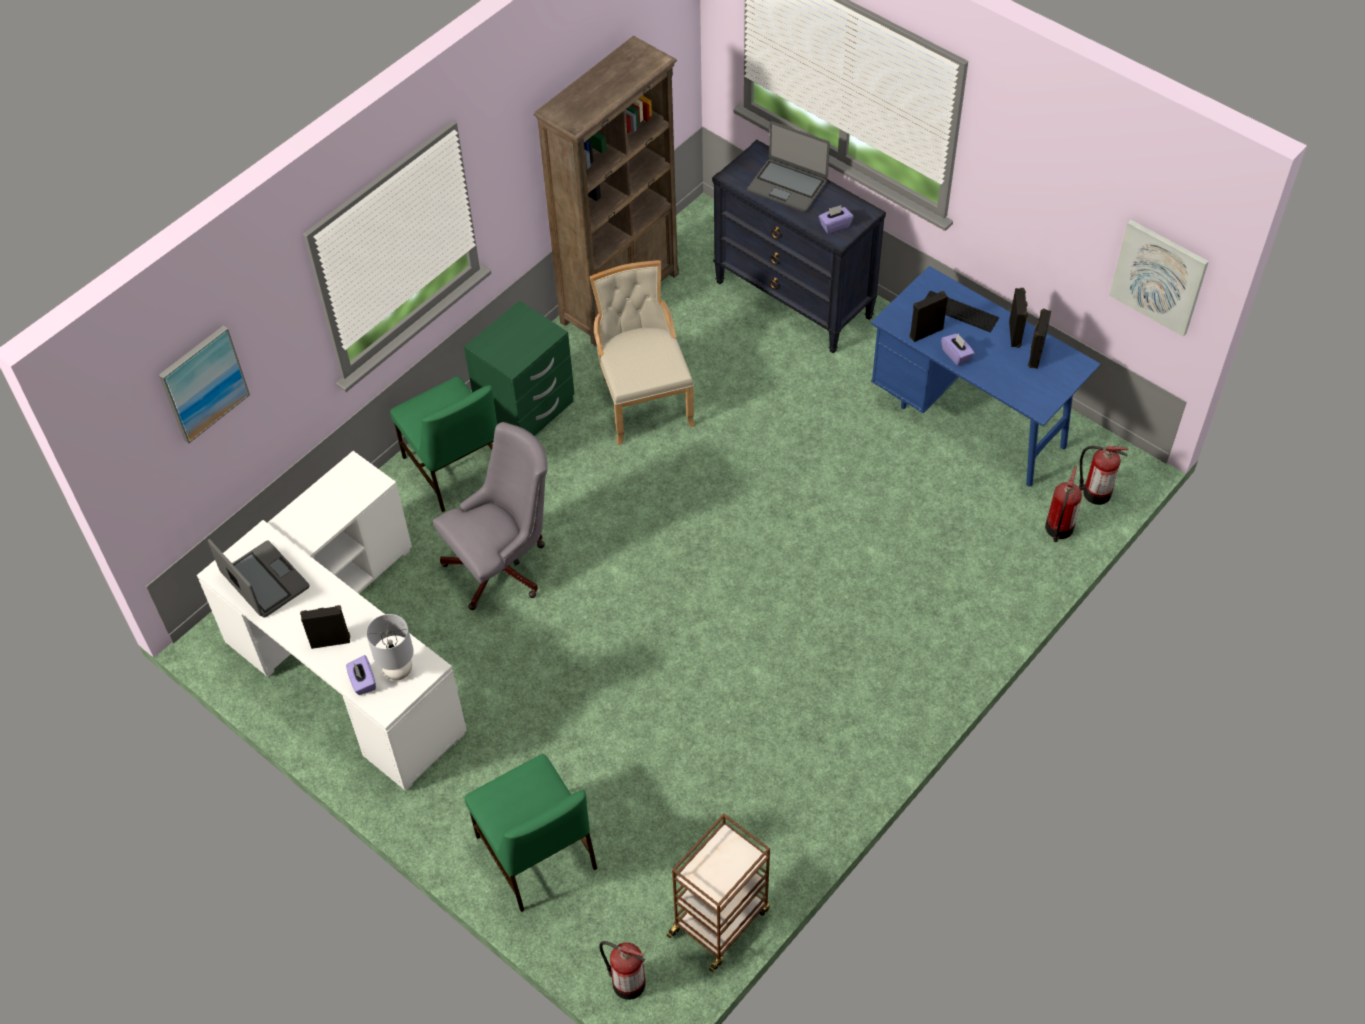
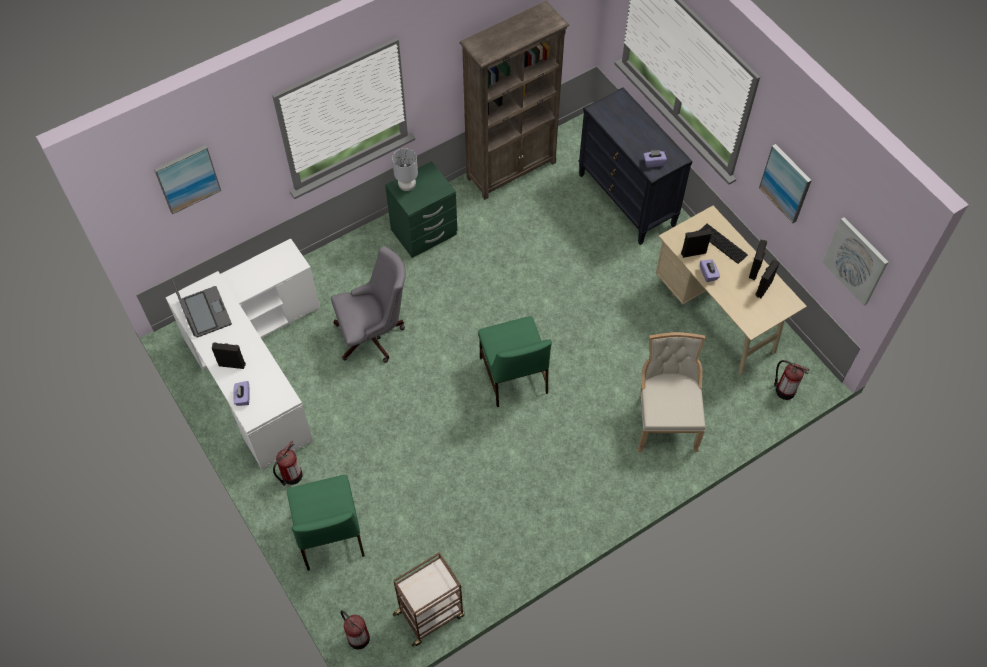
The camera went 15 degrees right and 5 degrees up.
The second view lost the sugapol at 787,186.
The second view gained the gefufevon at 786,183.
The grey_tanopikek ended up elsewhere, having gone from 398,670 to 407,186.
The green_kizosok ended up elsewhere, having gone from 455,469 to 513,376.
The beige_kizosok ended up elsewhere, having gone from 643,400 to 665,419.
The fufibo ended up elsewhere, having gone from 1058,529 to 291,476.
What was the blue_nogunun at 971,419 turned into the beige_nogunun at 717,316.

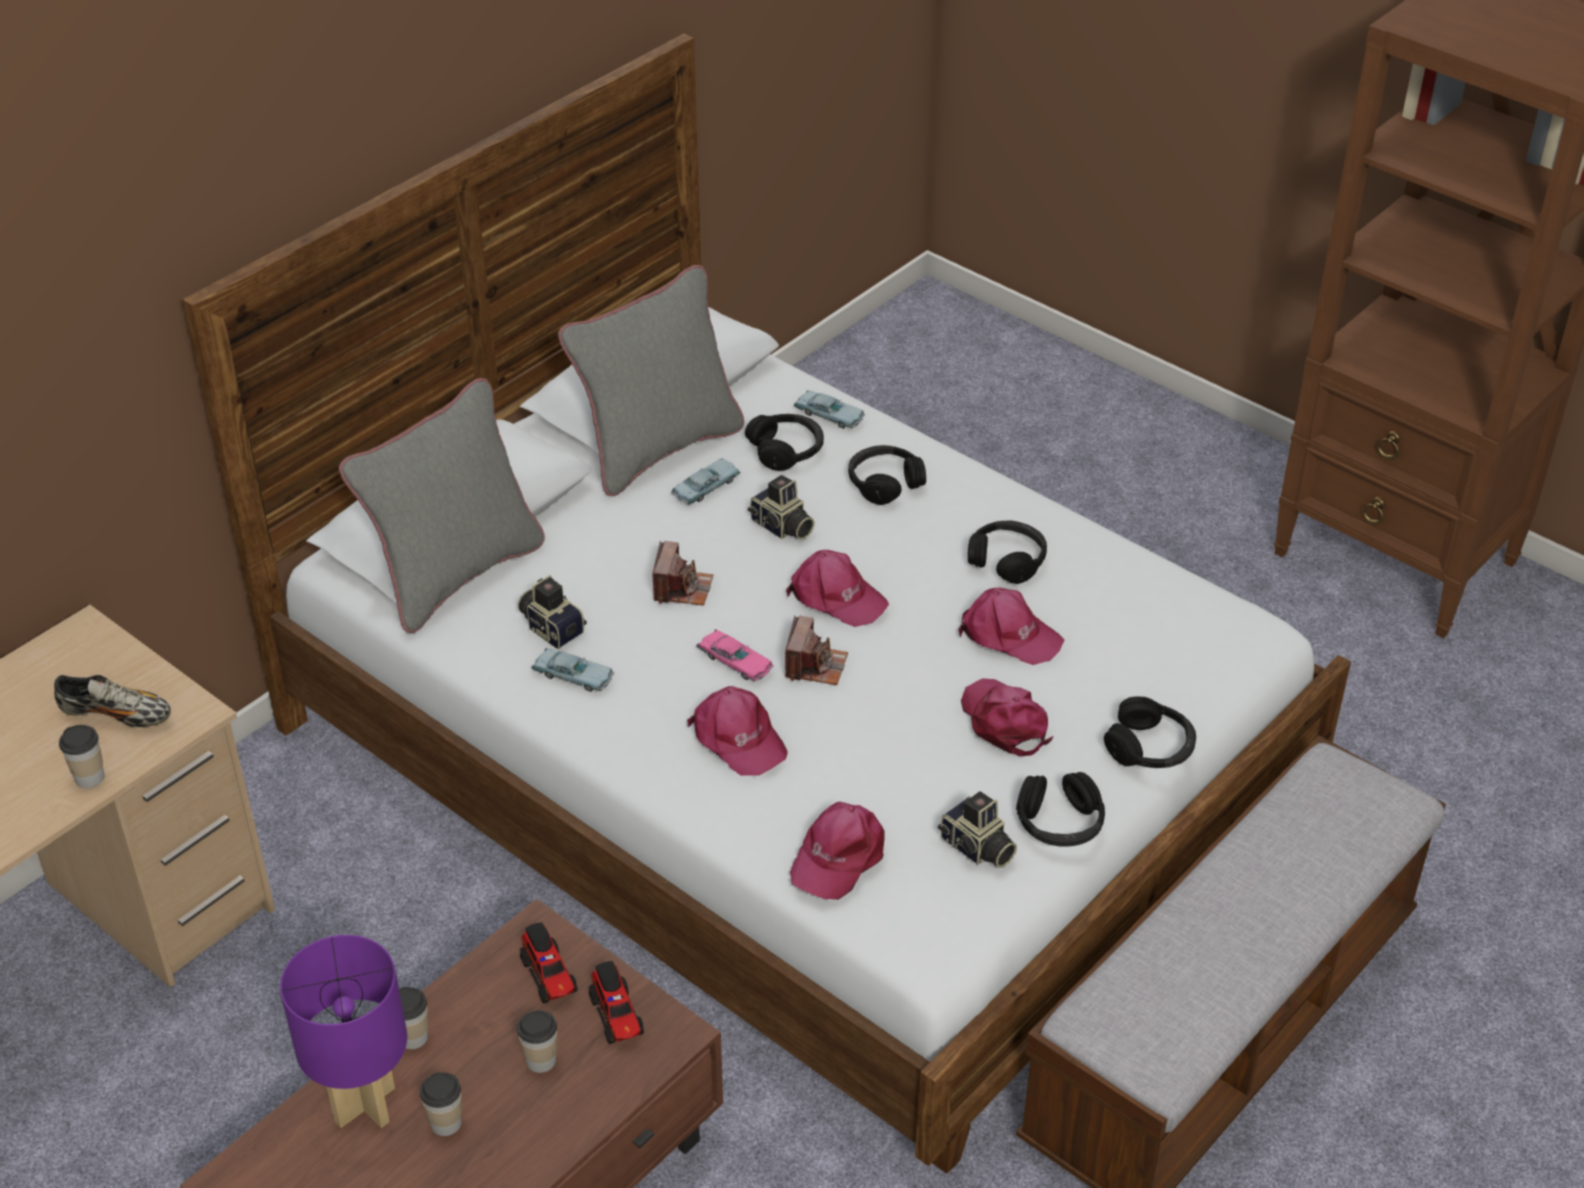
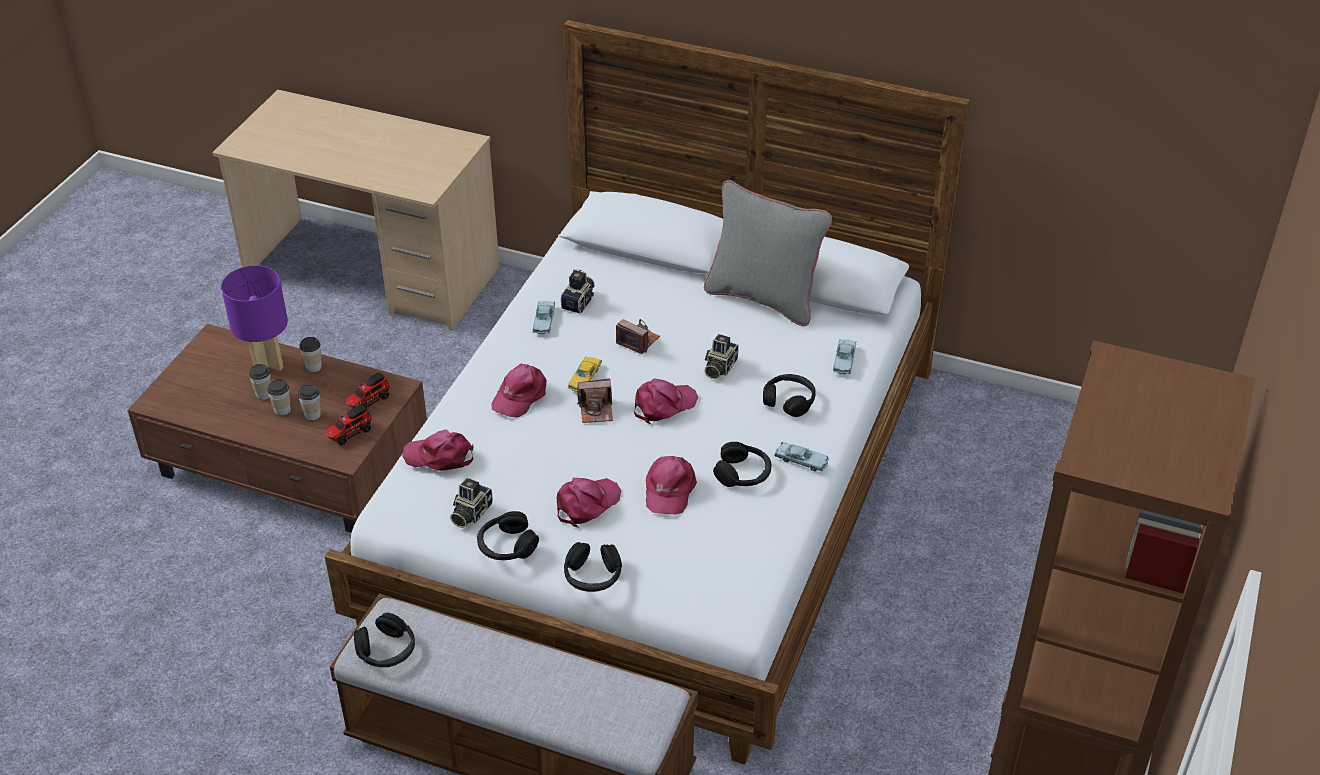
The camera went 70 degrees right and 0 degrees up.
The second view lost the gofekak at 116,715.
The second view lost the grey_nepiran at 456,575.
The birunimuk ended up elsewhere, having gone from 90,777 to 282,410.
The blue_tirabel ended up elsewhere, having gone from 706,487 to 801,460.
The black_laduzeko ended up elsewhere, having gone from 786,450 to 386,650.
What was the pink_tirabel at 734,661 turned into the yellow_tirabel at 584,378.
The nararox at 682,588 ended up facing another way, 135 degrees counterclockwise from before.
The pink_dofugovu at 836,597 ended up facing another way, 135 degrees counterclockwise from before.

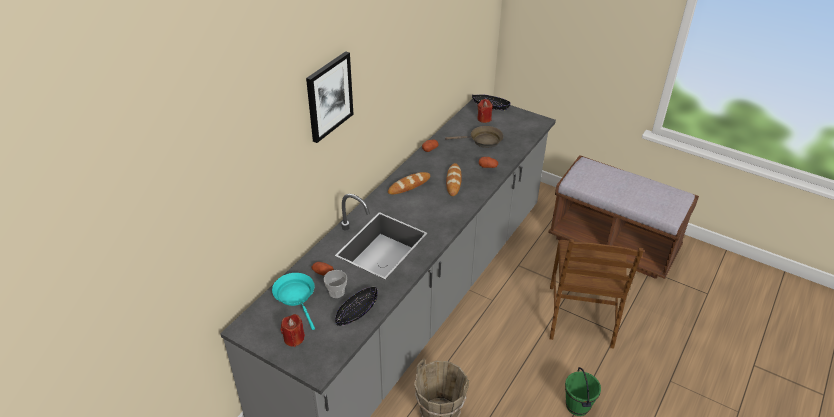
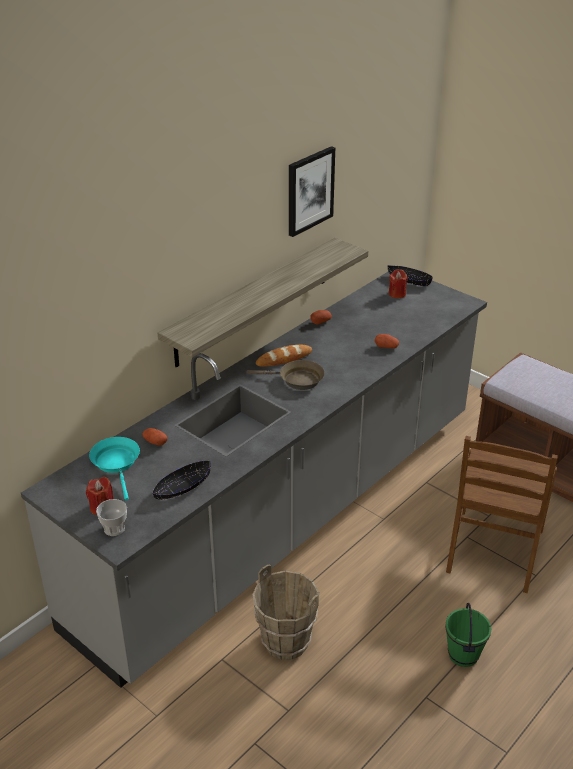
The camera went 10 degrees right and 5 degrees down.
The second view lost the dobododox at 453,181.
The second view gained the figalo at 254,301.
The gefufevon ended up elsewhere, having gone from 329,96 to 309,191.
The birunimuk ended up elsewhere, having gone from 336,292 to 114,529.
The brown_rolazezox ended up elsewhere, having gone from 483,141 to 297,380.

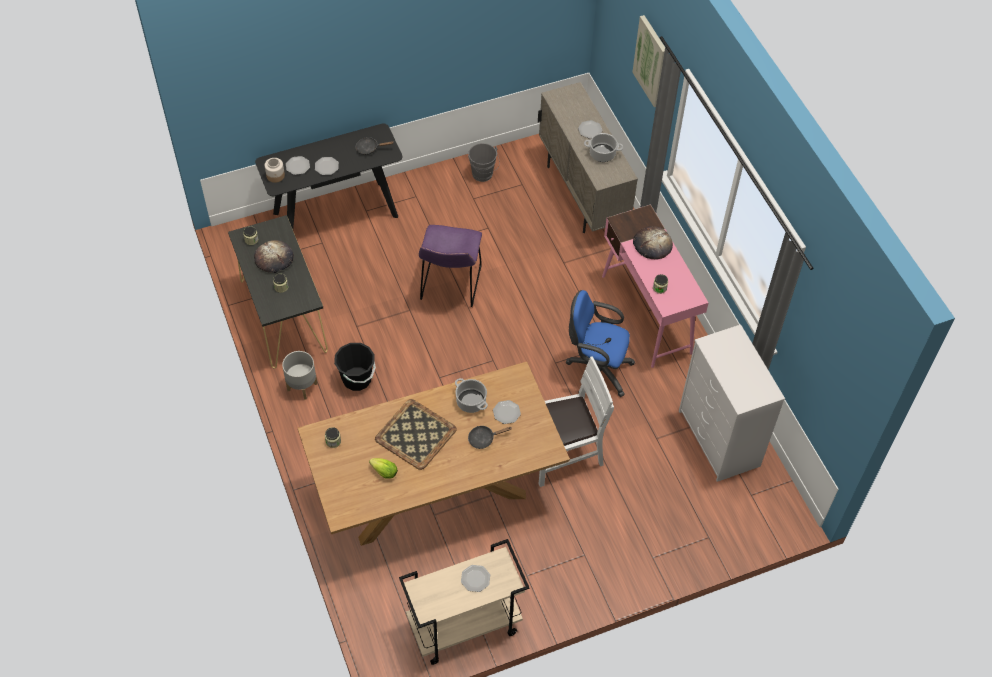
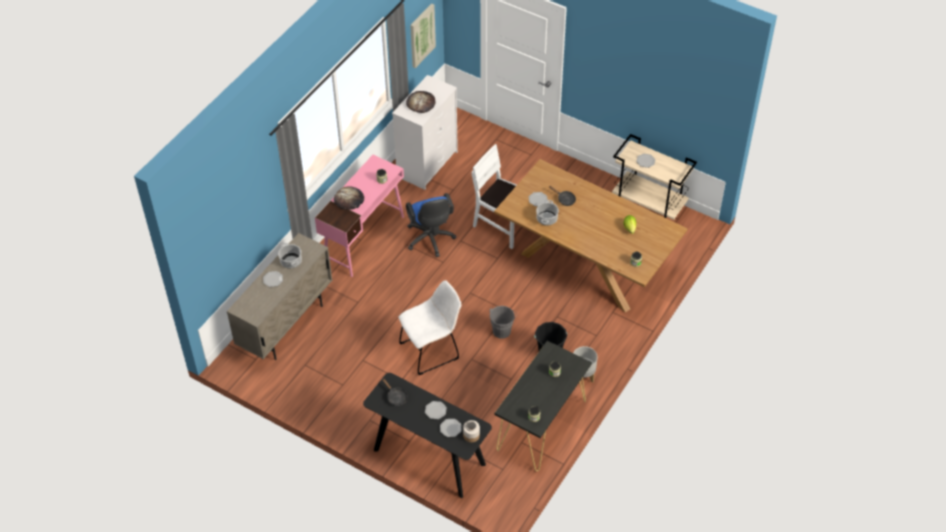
The camera went 125 degrees left and 5 degrees down.
The second view lost the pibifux at 415,433.
The dobododox ended up elsewhere, having gone from 274,258 to 421,103.
The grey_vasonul ended up elsewhere, having gone from 483,175 to 502,330.
The gefufevon ended up elsewhere, having gone from 651,61 to 421,35.
What was the purple_kizosok at 450,286 turned into the white_kizosok at 432,350.

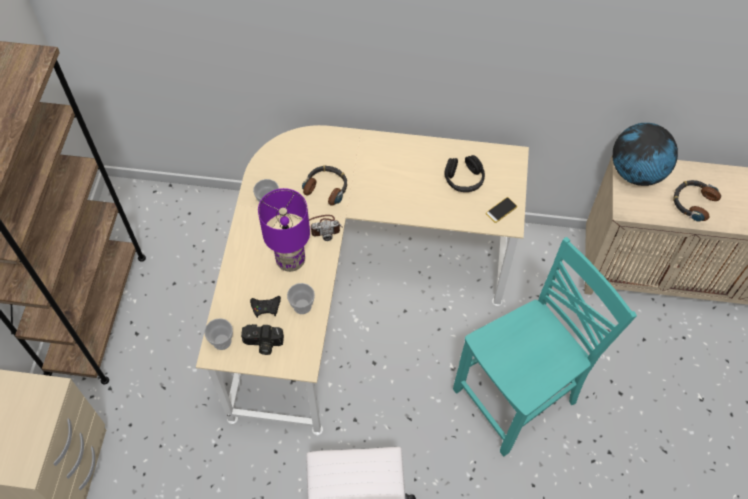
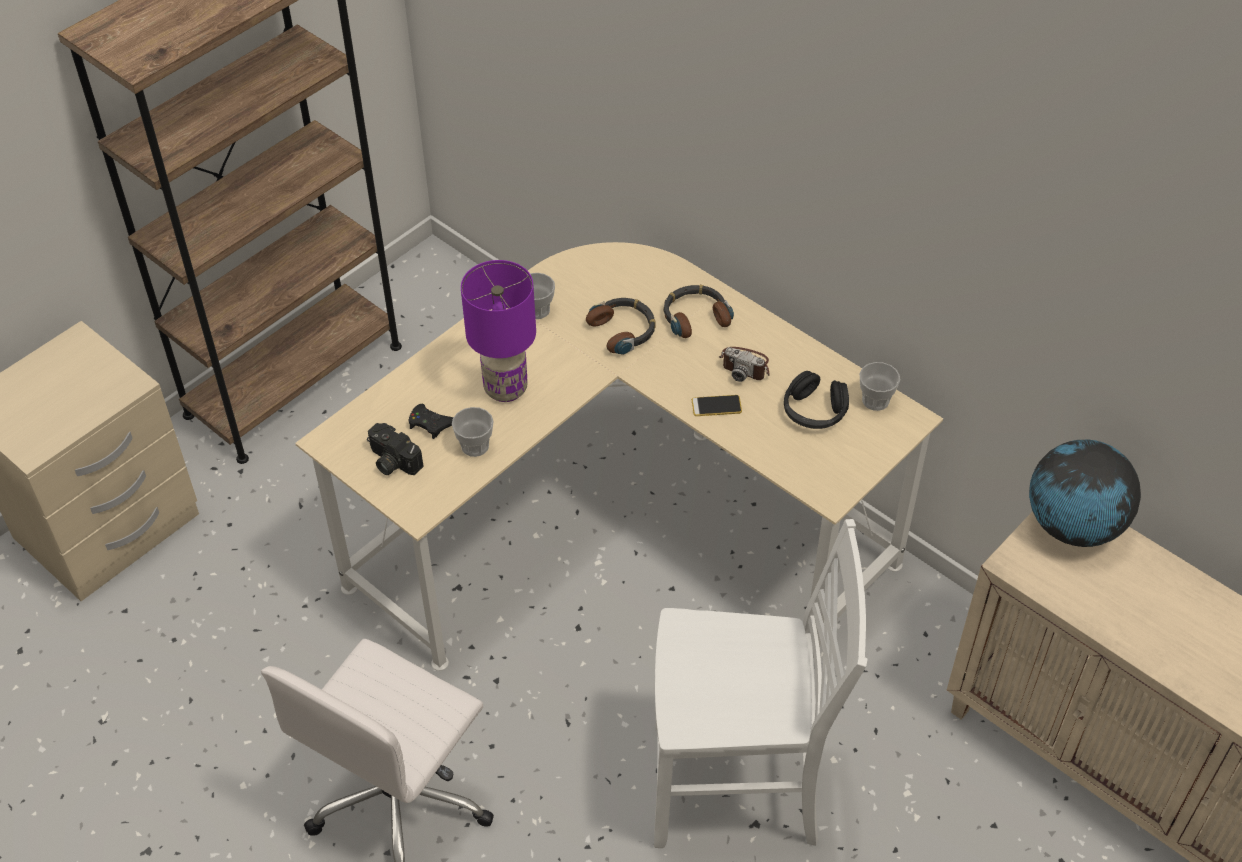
The camera went 35 degrees right and 10 degrees down.
The birunimuk ended up elsewhere, having gone from 222,341 to 875,400.
The nararox ended up elsewhere, having gone from 324,227 to 745,365.
The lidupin ended up elsewhere, having gone from 501,210 to 716,406.
The laduzeko ended up elsewhere, having gone from 693,202 to 695,316.
What was the turquoise_kizosok at 518,398 turned into the white_kizosok at 738,788.

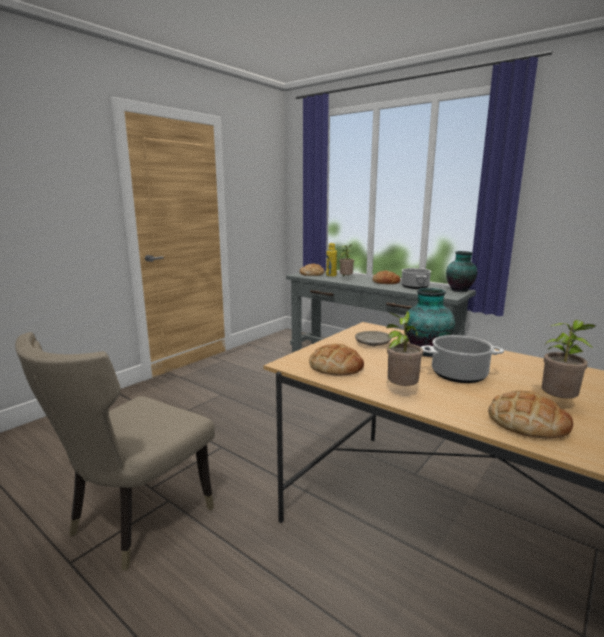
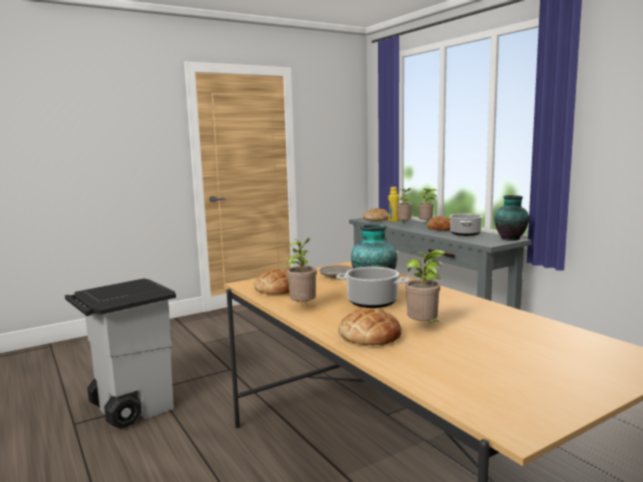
The camera went 20 degrees right and 5 degrees down.
The second view gained the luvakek at 426,224.
Where the beige_kizosok stood at 135,521, the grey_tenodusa came to stand at 131,407.

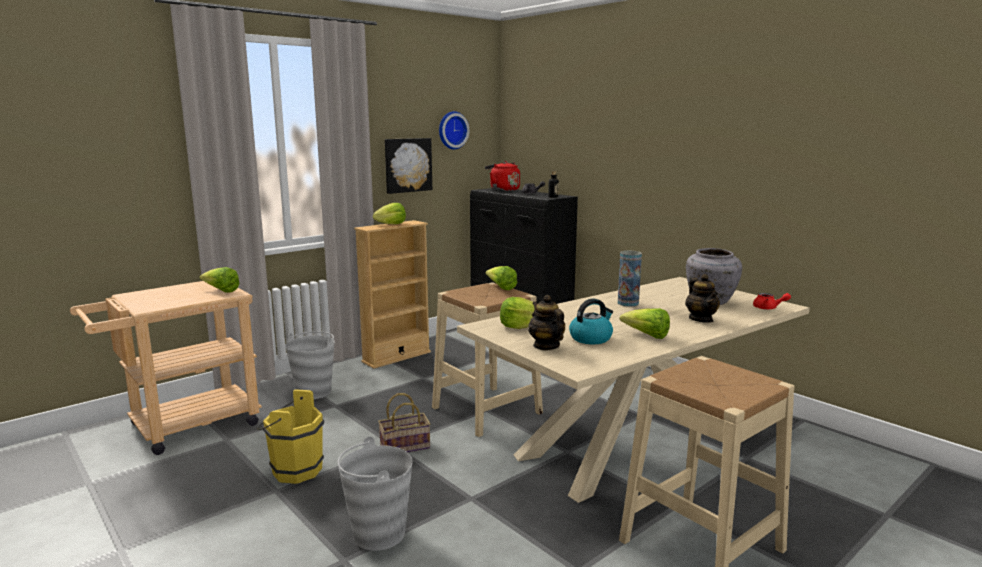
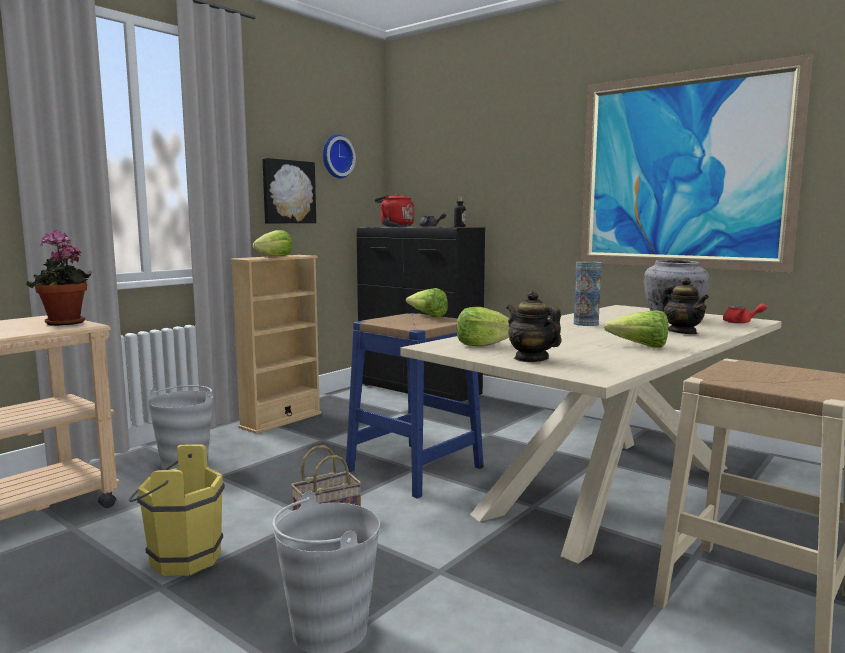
The camera went 10 degrees left and 5 degrees down.
The second view lost the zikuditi at 591,338.
The second view gained the gefufevon at 682,171.
Where the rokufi stood at 221,291, the luvakek came to stand at 65,323.
What was the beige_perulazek at 486,410 turned into the blue_perulazek at 414,468.

